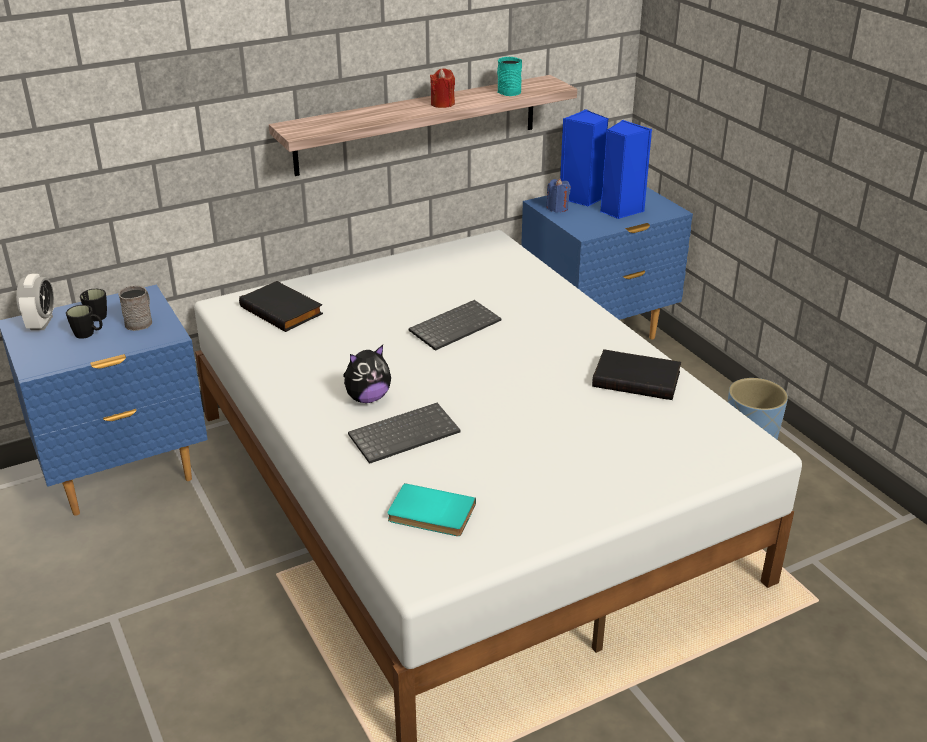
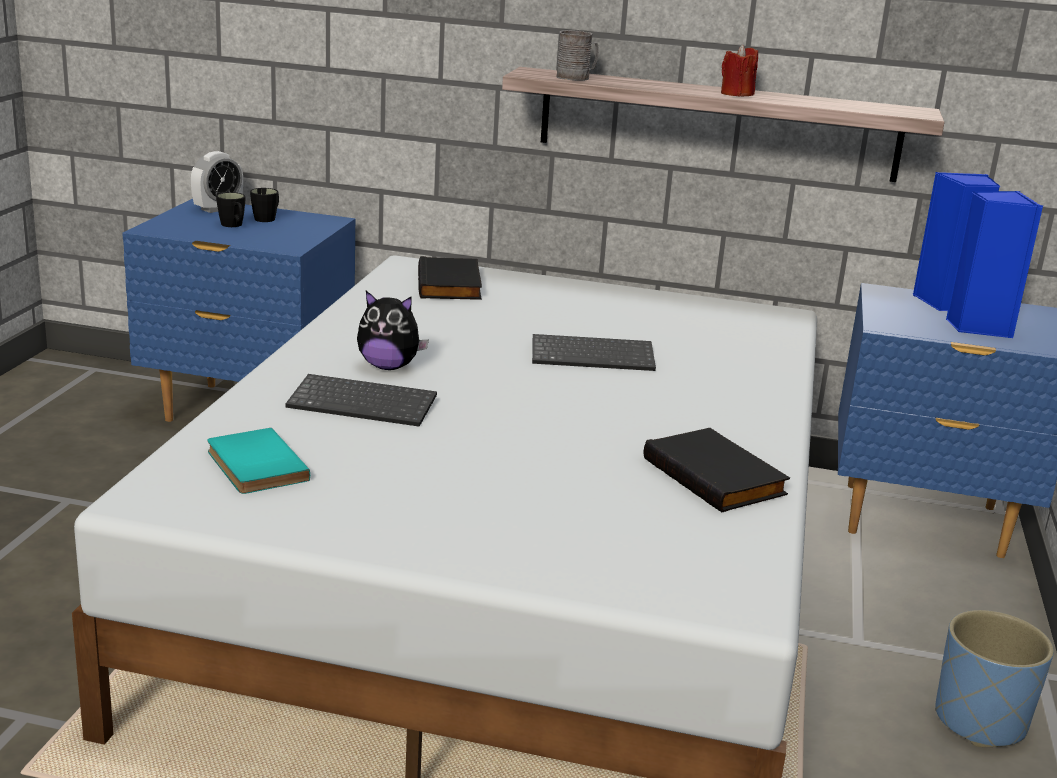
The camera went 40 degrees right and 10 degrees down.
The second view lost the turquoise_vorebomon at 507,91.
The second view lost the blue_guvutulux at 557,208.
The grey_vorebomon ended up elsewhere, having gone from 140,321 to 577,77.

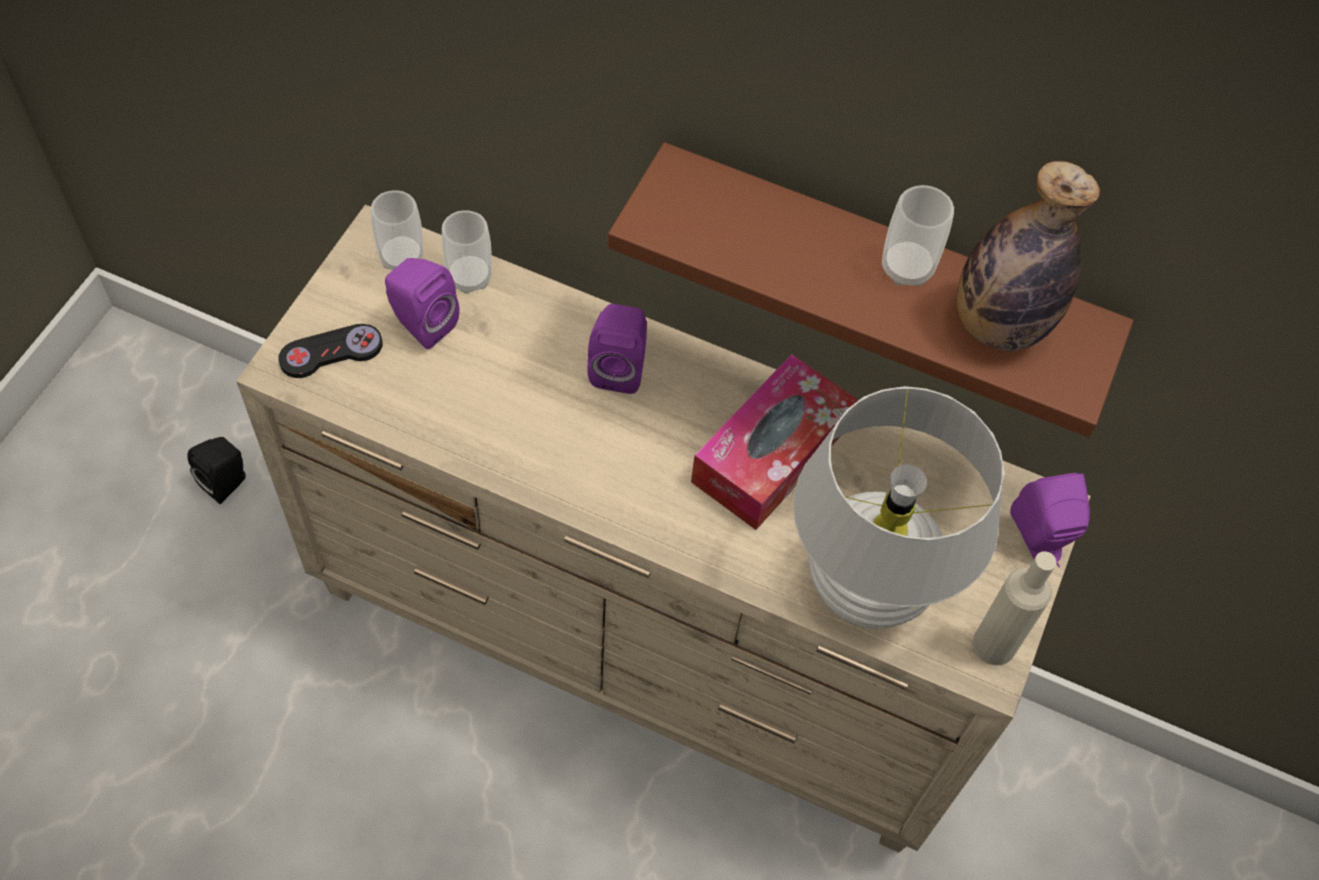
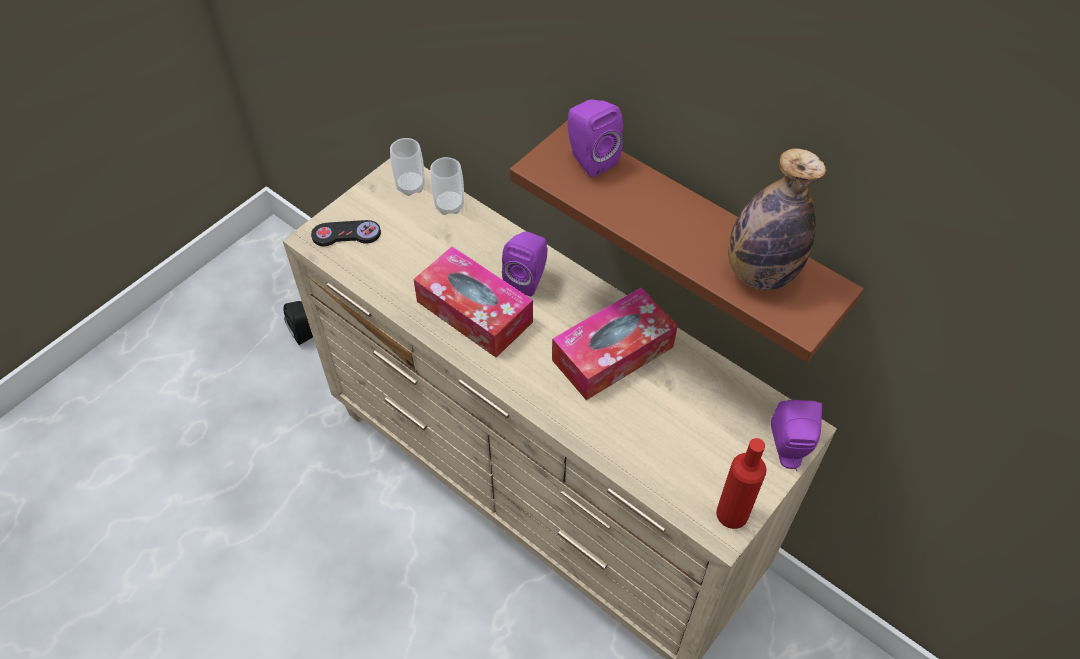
The camera went 20 degrees right and 5 degrees down.
The second view lost the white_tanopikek at 867,585.
The second view lost the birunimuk at 906,268.
The second view gained the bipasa at 474,312.
The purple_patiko ended up elsewhere, having gone from 421,323 to 589,159.
What was the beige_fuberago at 994,644 turned into the red_fuberago at 732,513.

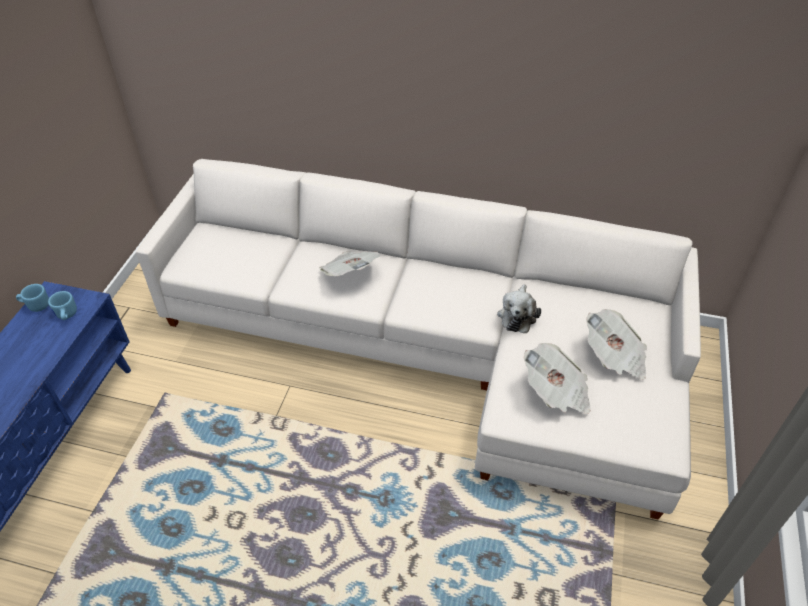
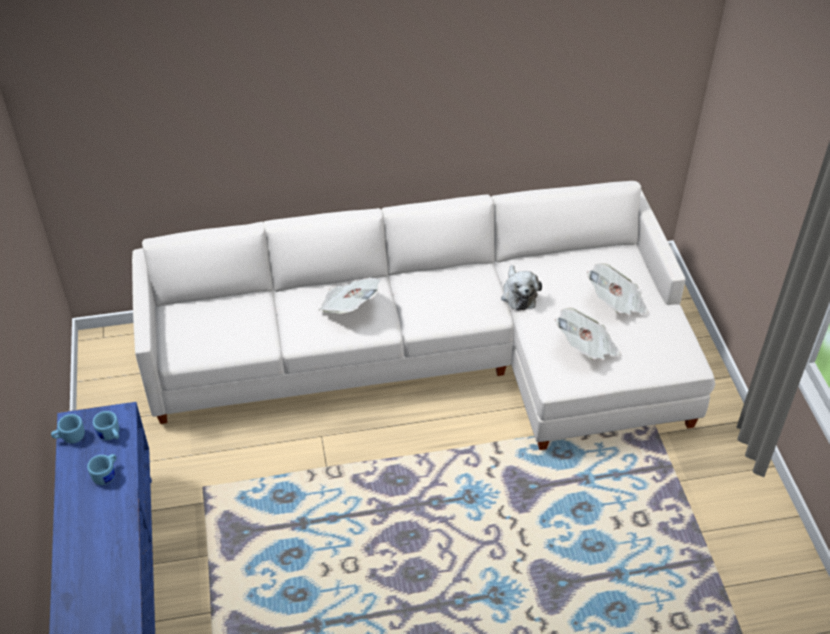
The camera went 25 degrees left and 0 degrees up.
The second view gained the blue_vorebomon at 107,475.

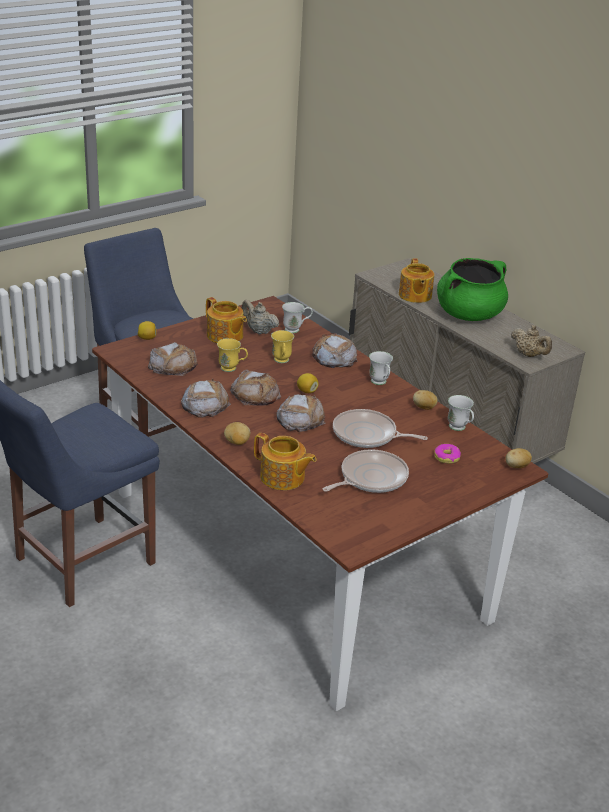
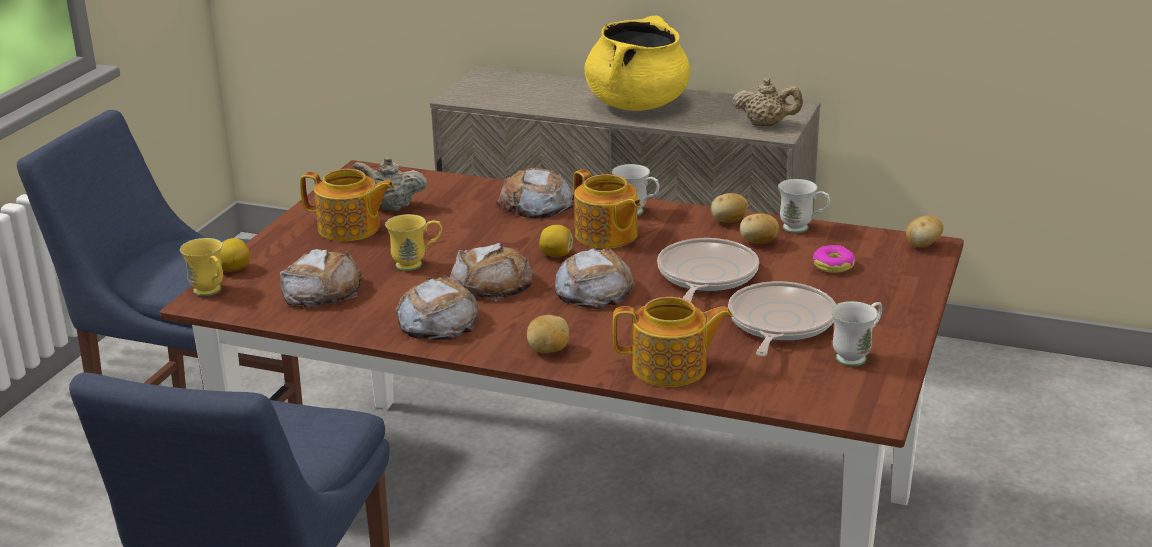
The camera went 30 degrees left and 5 degrees down.
The second view gained the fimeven at 758,242.
The yellow_vorebomon ended up elsewhere, having gone from 281,361 to 211,293.
The white_vorebomon ended up elsewhere, having gone from 296,330 to 857,356.
The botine ended up elsewhere, having gone from 414,295 to 606,235.
What was the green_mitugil at 469,314 turned into the yellow_mitugil at 637,104.
The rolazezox at 367,435 ended up facing another way, 120 degrees clockwise from before.

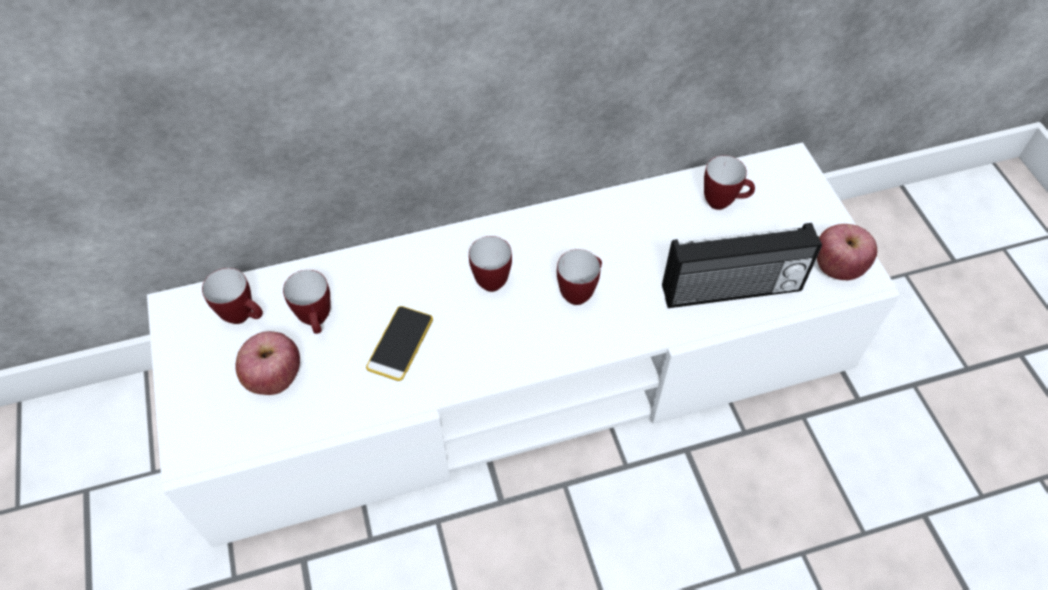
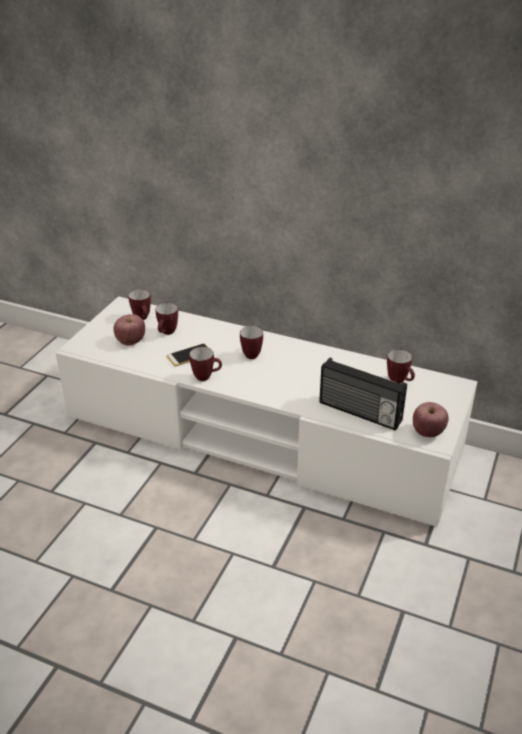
The camera went 40 degrees right and 20 degrees down.
The vorebomon ended up elsewhere, having gone from 579,292 to 206,377.

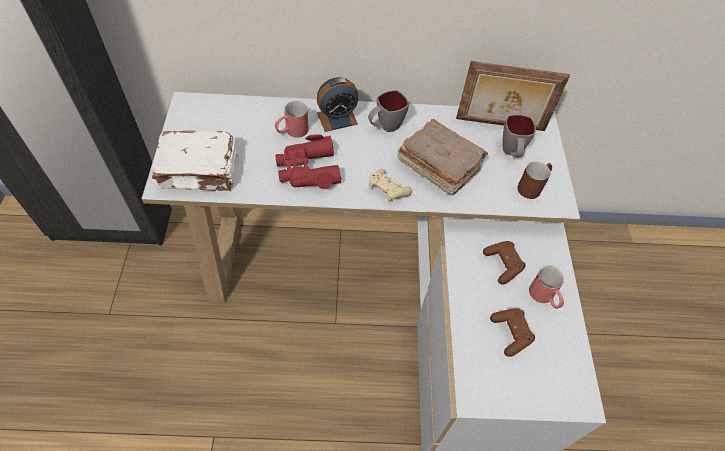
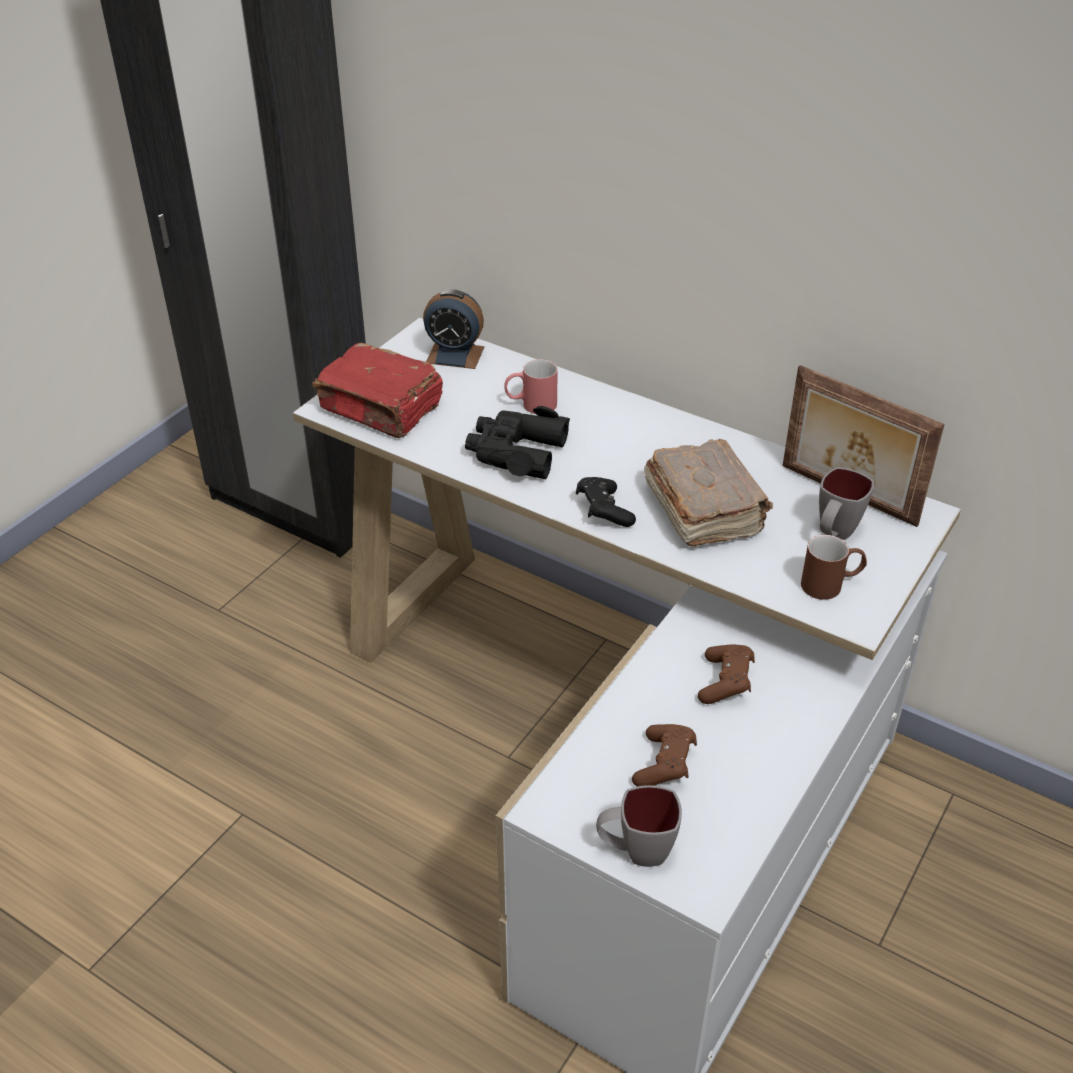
The camera went 35 degrees right and 15 degrees down.
The second view lost the red_vorebomon at 544,298.
The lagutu ended up elsewhere, having gone from 337,118 to 455,355.
The grey_vorebomon ended up elsewhere, having gone from 385,127 to 635,852.
What was the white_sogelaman at 200,171 turned into the red_sogelaman at 381,408.
What was the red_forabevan at 308,170 turned into the black_forabevan at 515,452.
What was the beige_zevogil at 387,191 turned into the black_zevogil at 603,511.

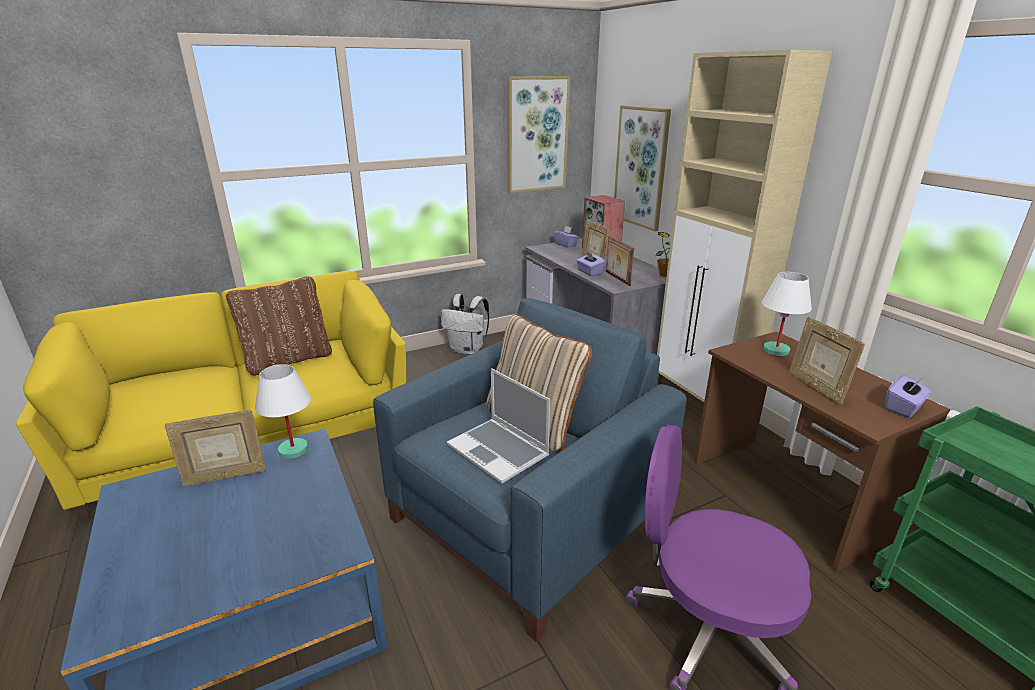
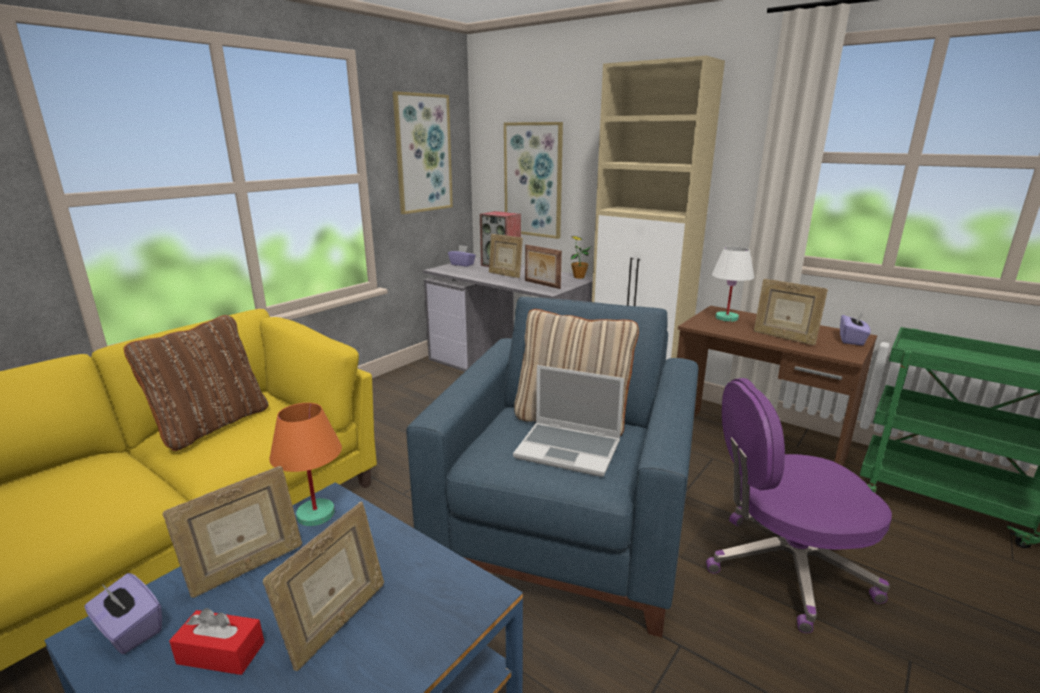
The camera went 25 degrees left and 5 degrees down.
The second view lost the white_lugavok at 467,350.
The second view gained the red_bipasa at 221,653.
The second view gained the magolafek at 337,624.
The purple_bipasa ended up elsewhere, having gone from 589,272 to 129,630.
What was the white_tanopikek at 294,450 turned into the orange_tanopikek at 317,514.

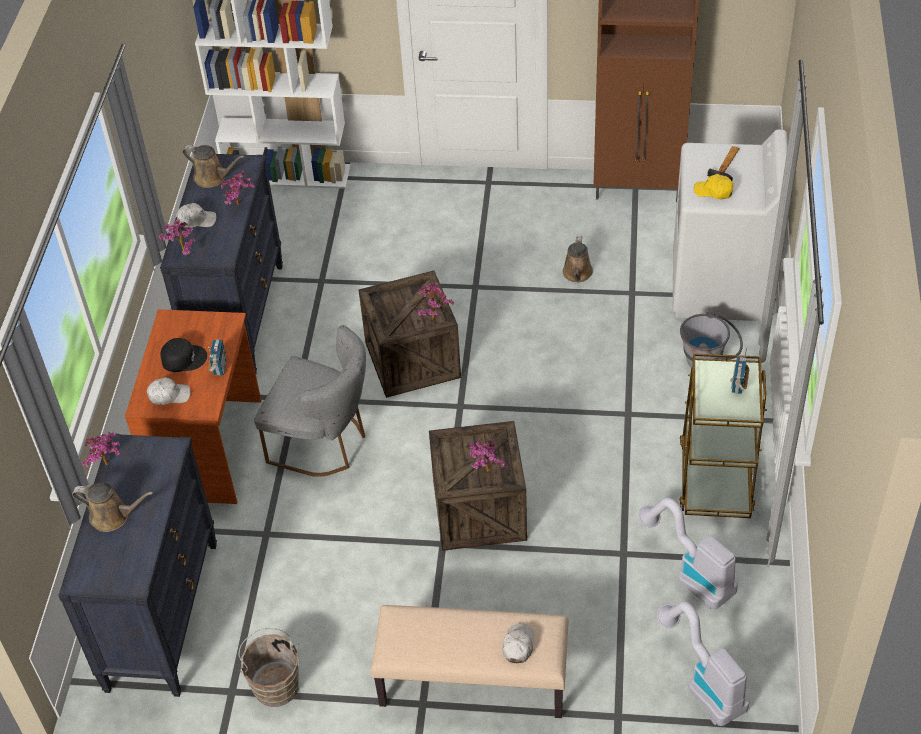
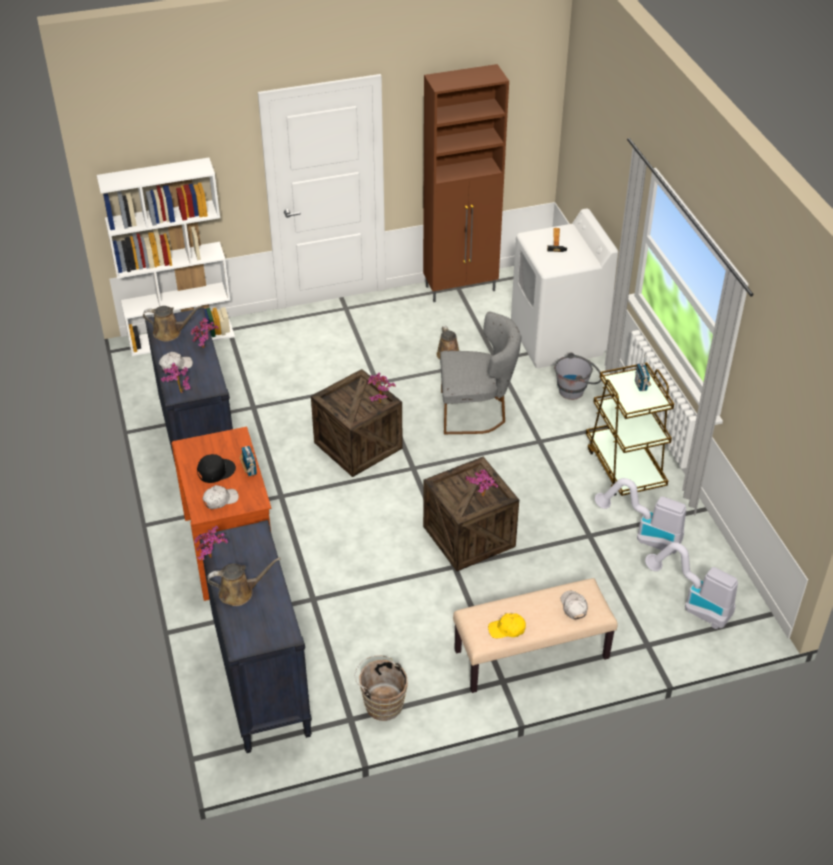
The camera went 25 degrees left and 5 degrees down.
The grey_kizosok ended up elsewhere, having gone from 324,443 to 476,412.
The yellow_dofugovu ended up elsewhere, having gone from 713,191 to 507,629.

